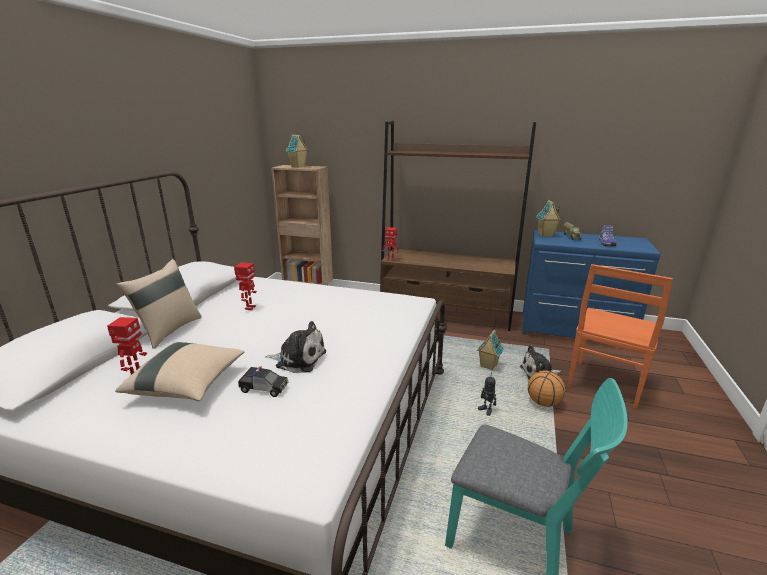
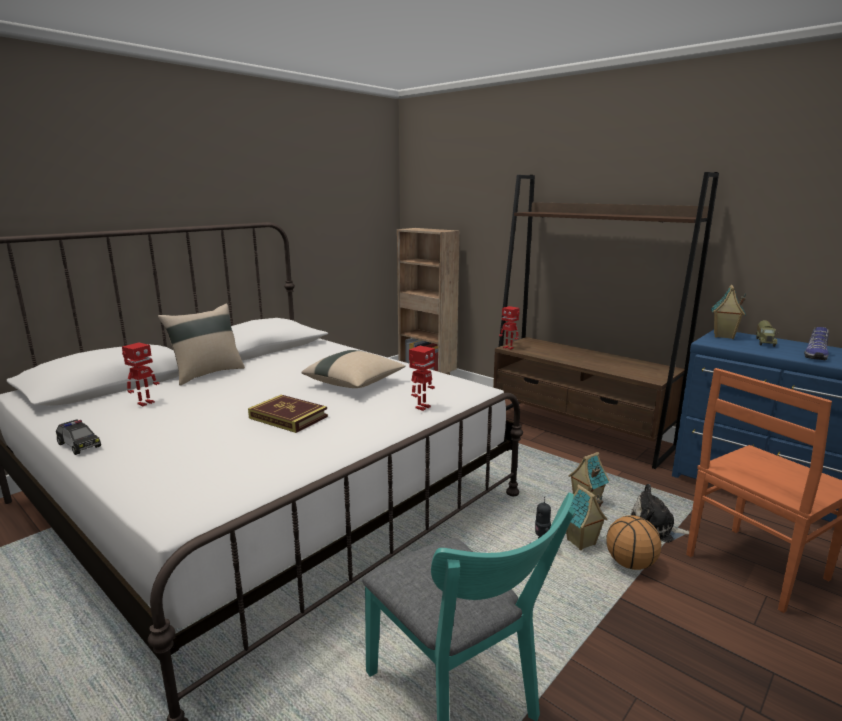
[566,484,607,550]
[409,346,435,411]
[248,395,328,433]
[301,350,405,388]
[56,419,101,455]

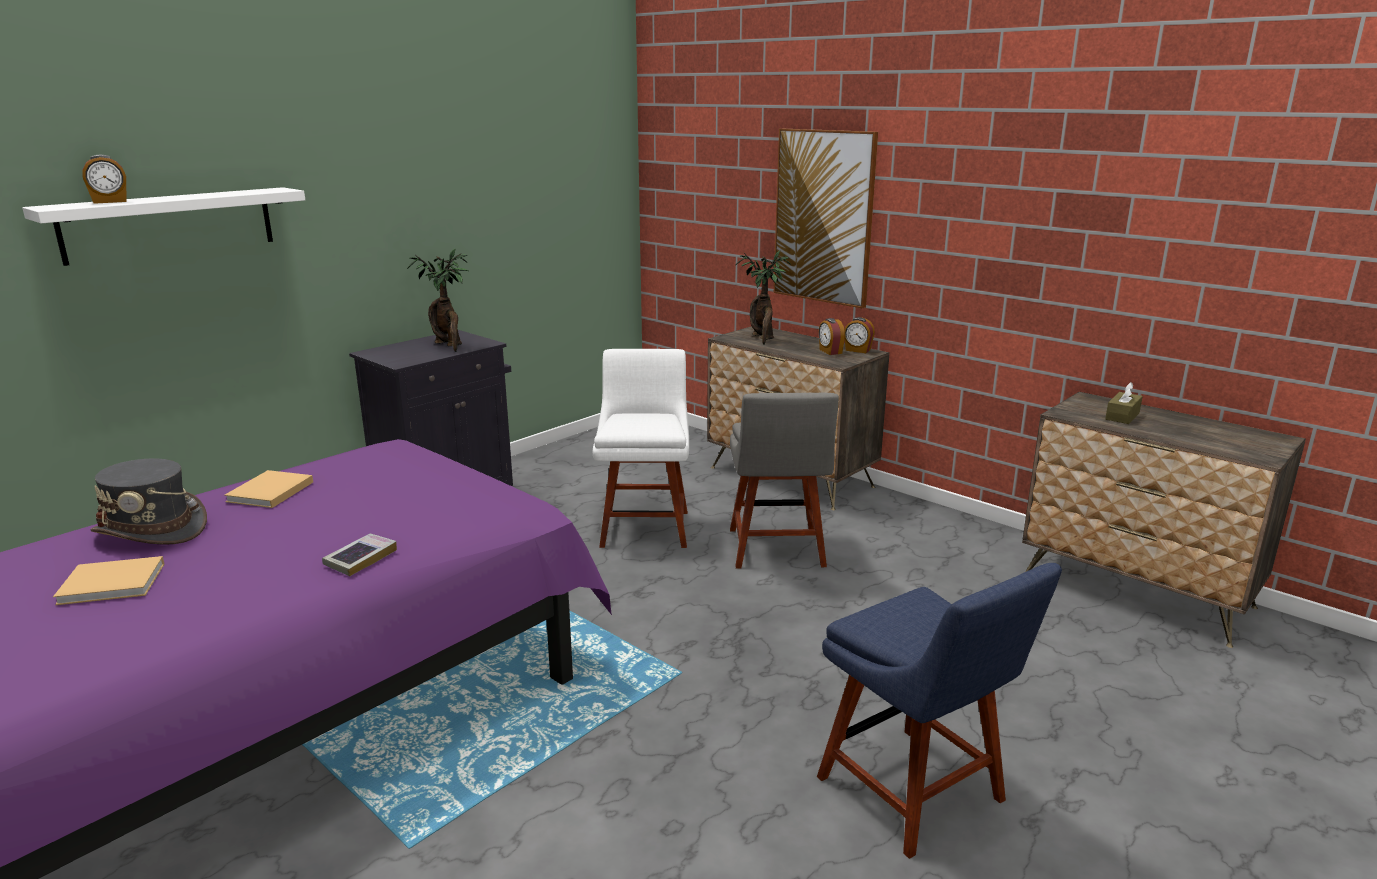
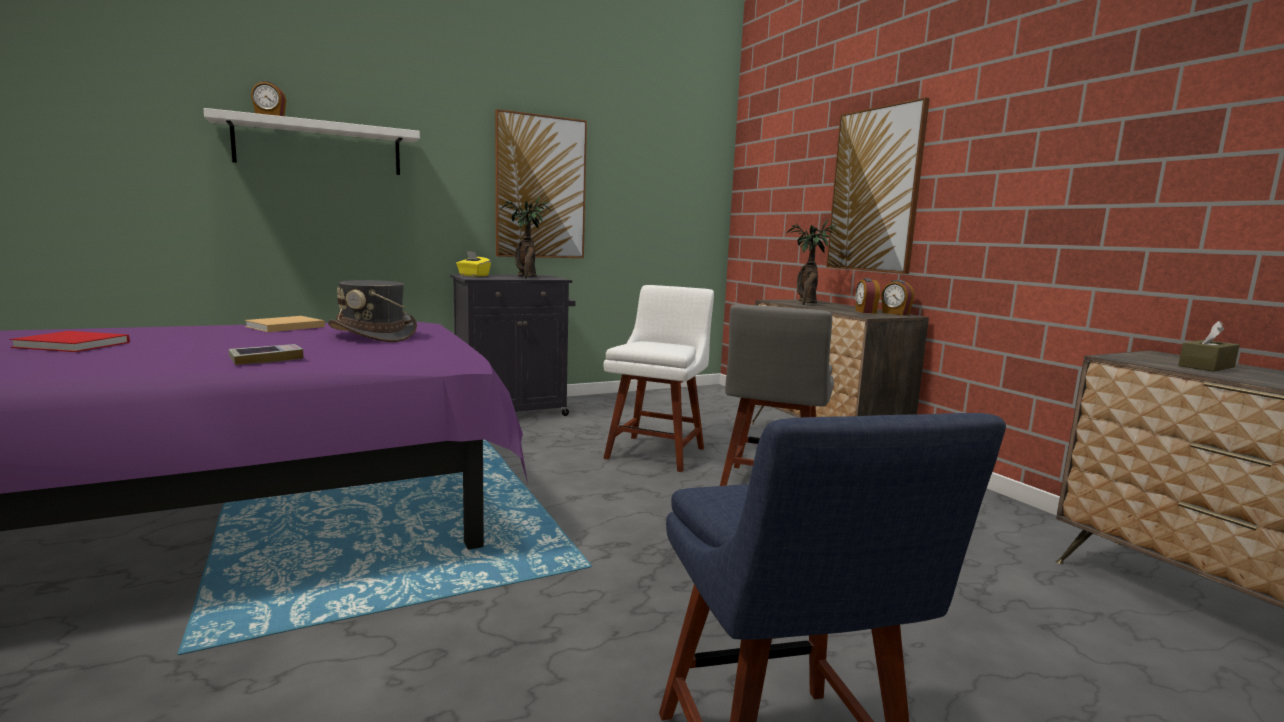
[328,280,417,342]
[10,331,130,352]
[495,109,587,258]
[456,251,491,277]

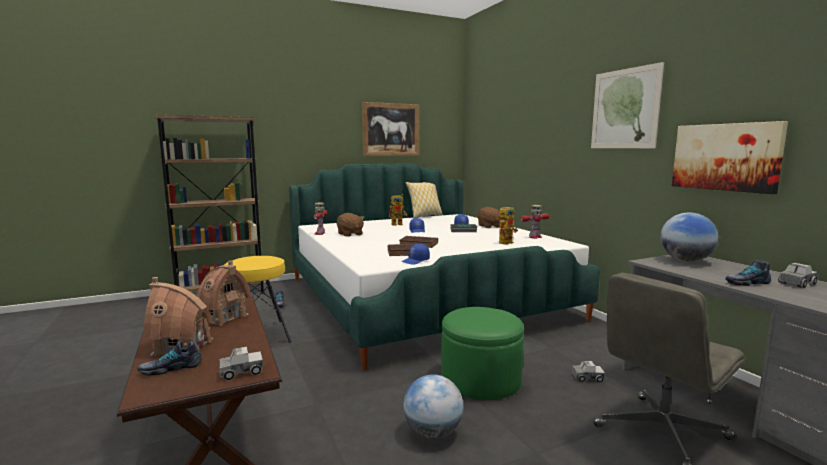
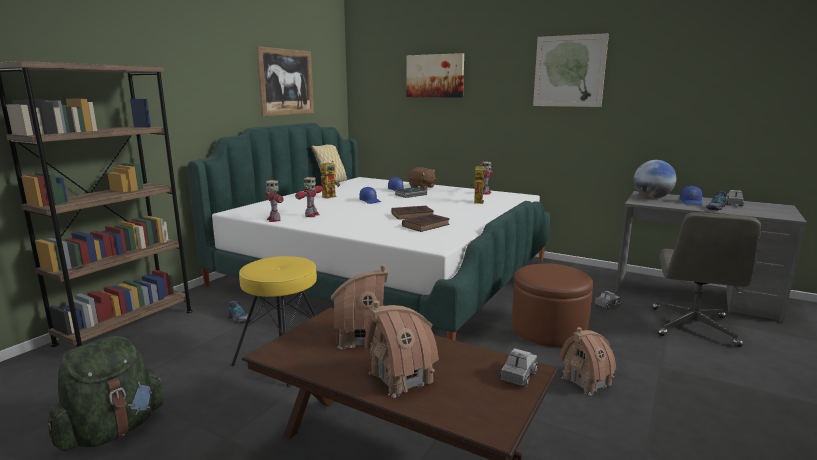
[406,53,464,98]
[295,177,323,217]
[680,186,703,205]
[512,264,593,347]
[137,341,202,376] (first image)
[558,327,616,396]
[48,336,164,451]

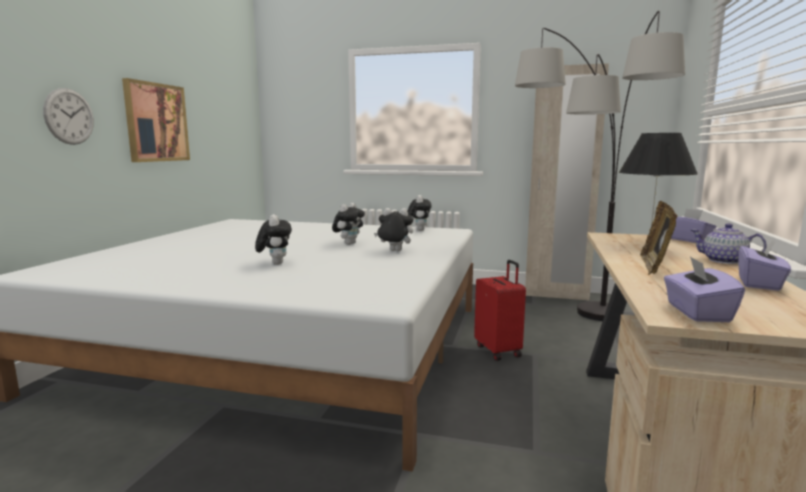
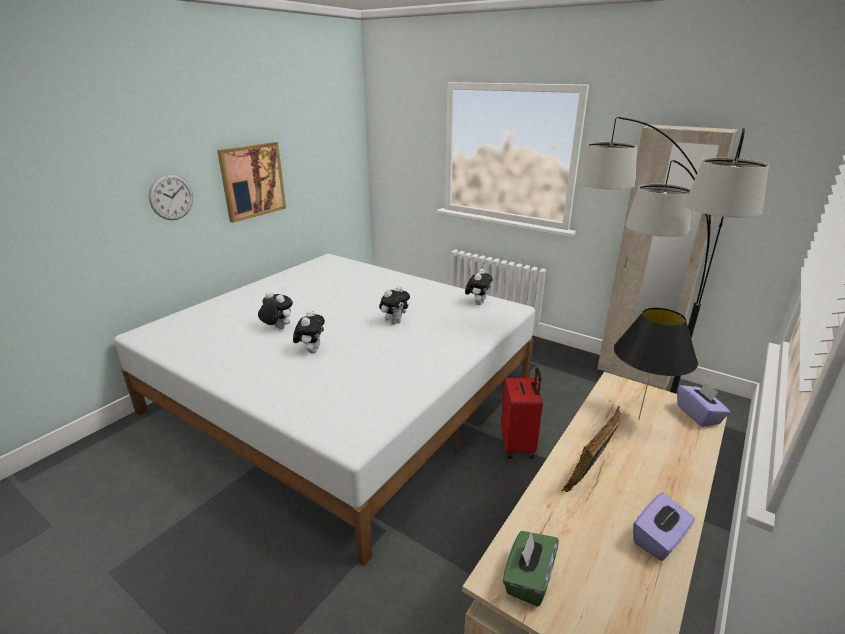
[258,292,293,329]
[691,223,767,264] (first image)
[503,531,559,606]

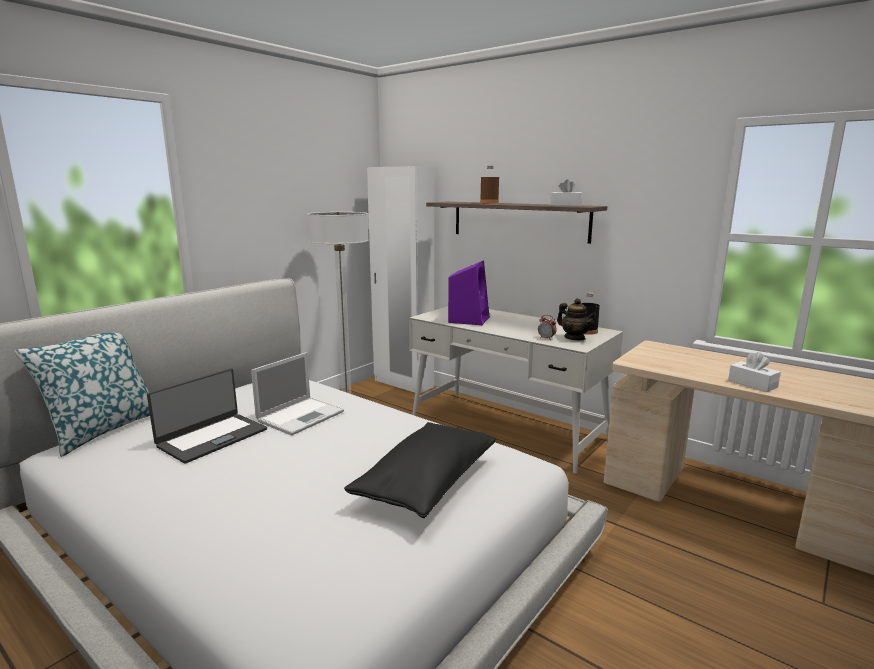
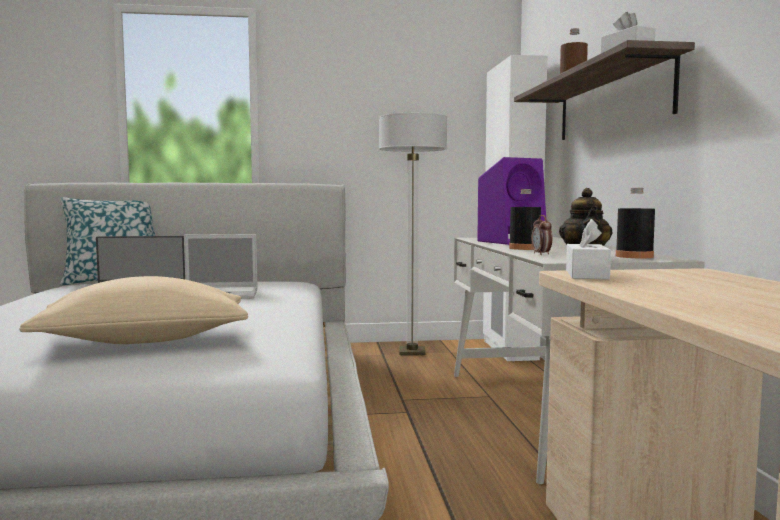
[566,219,611,280]
[19,276,248,344]
[509,189,541,250]

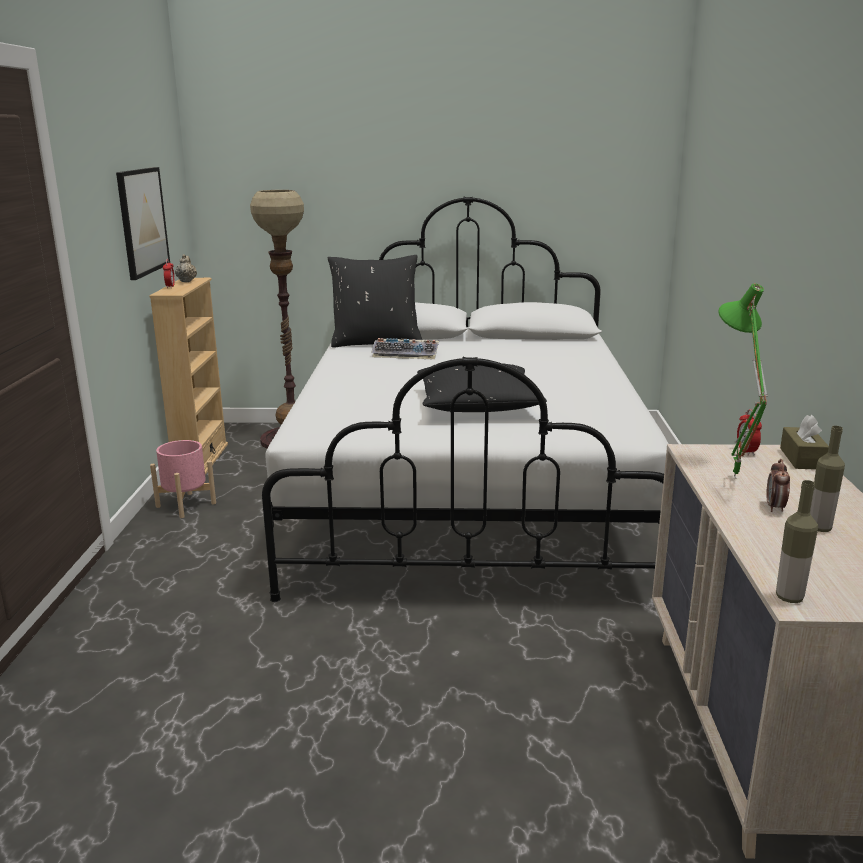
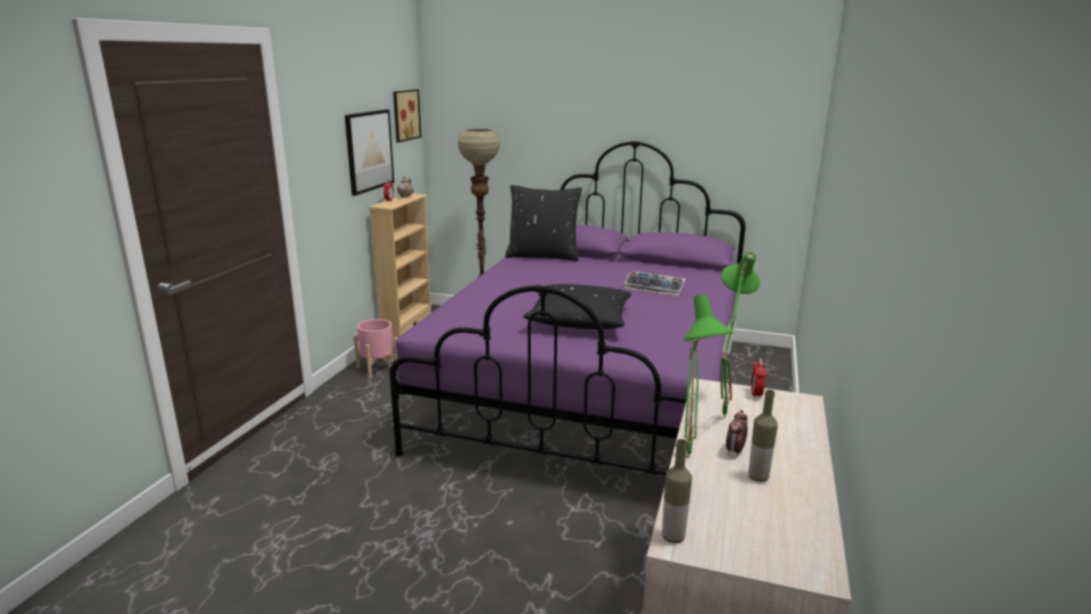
[390,141,746,476]
[624,271,686,296]
[780,415,829,470] (first image)
[393,89,422,143]
[684,294,733,458]

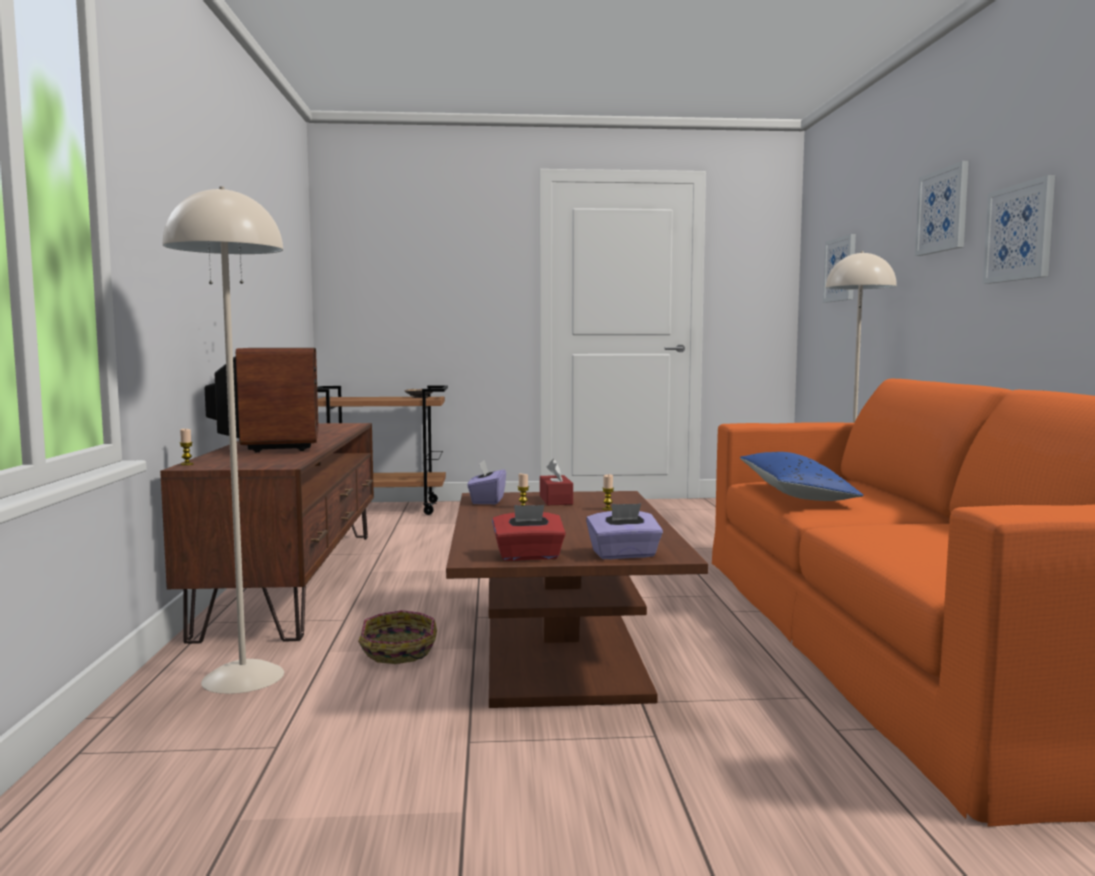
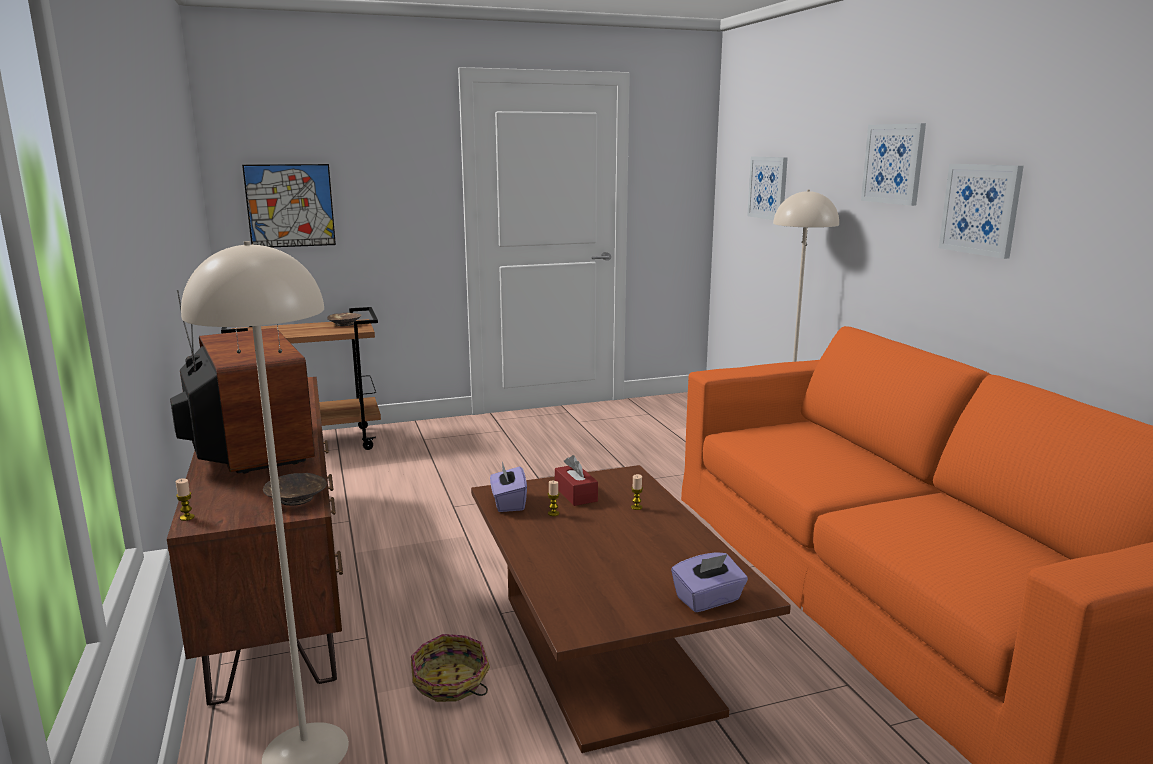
[740,452,863,501] (first image)
[492,505,566,561] (first image)
[242,164,336,247]
[263,473,327,506]

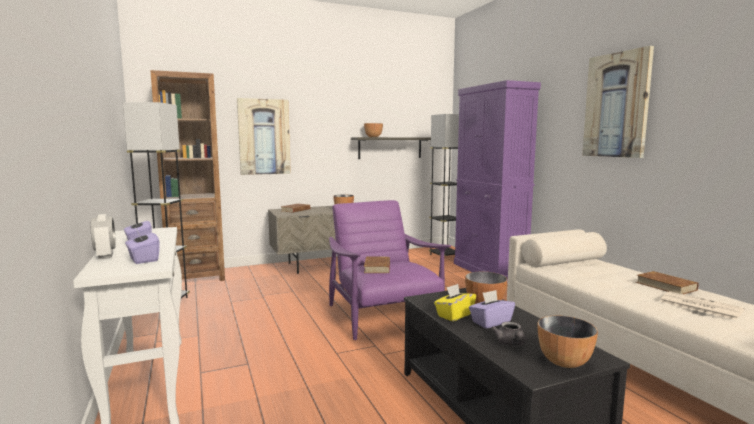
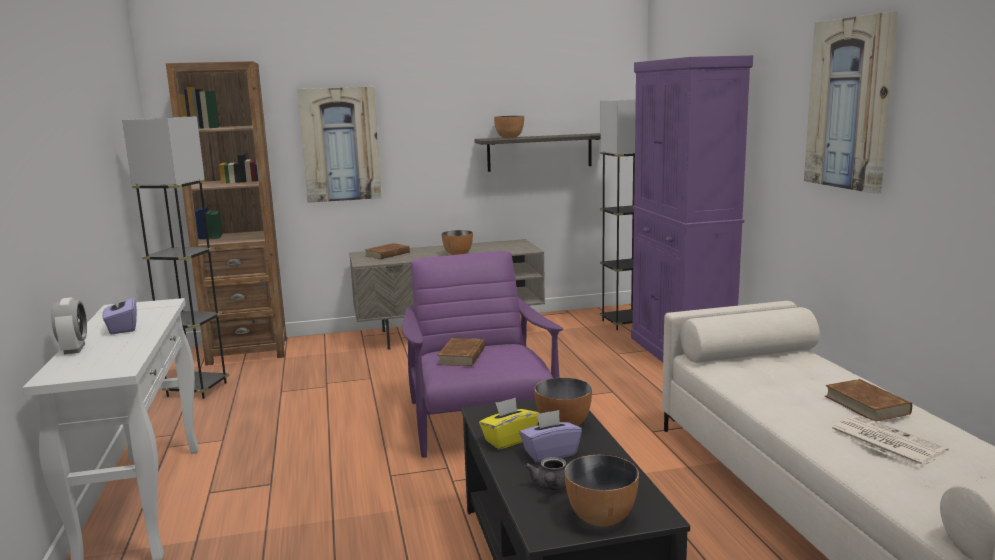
[125,227,160,264] (first image)

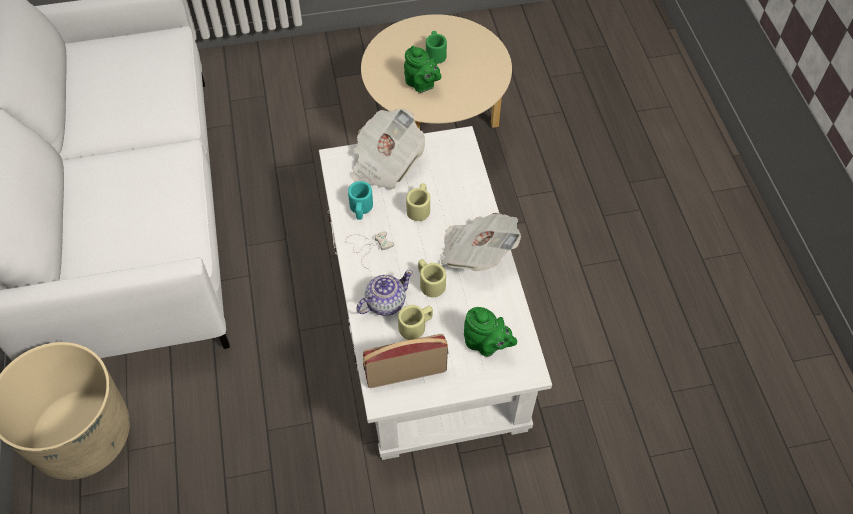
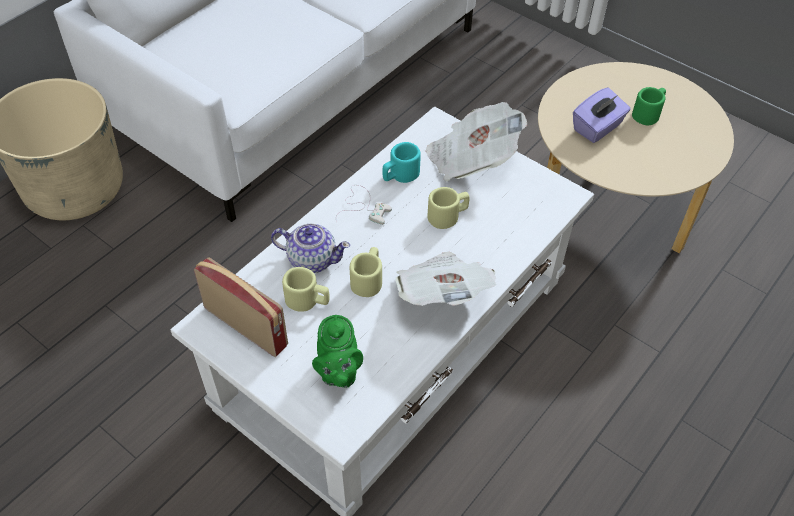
[573,88,631,143]

